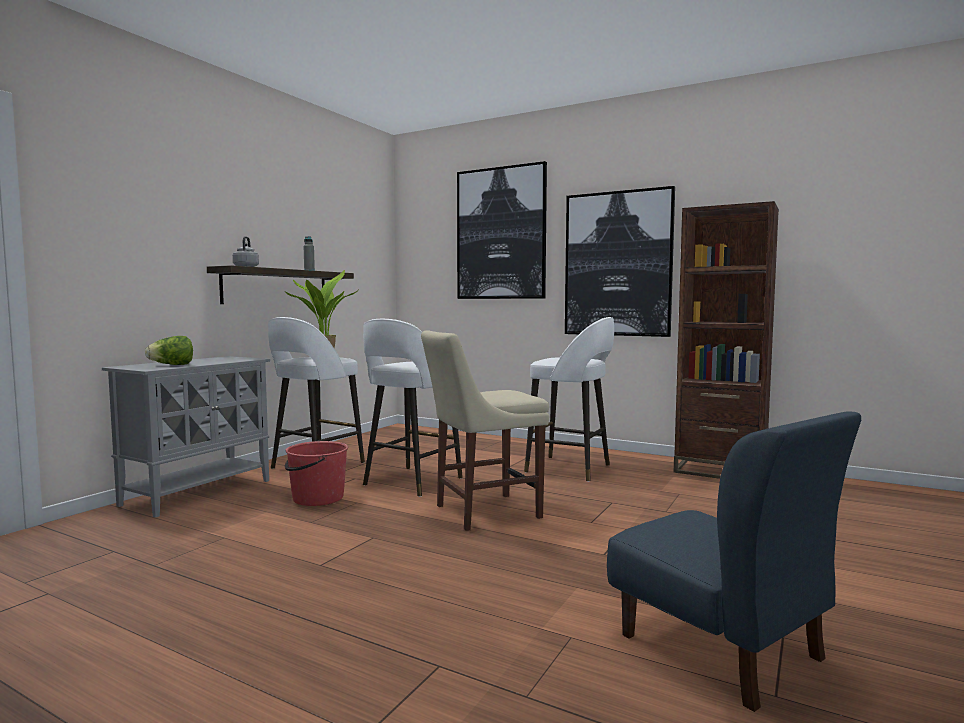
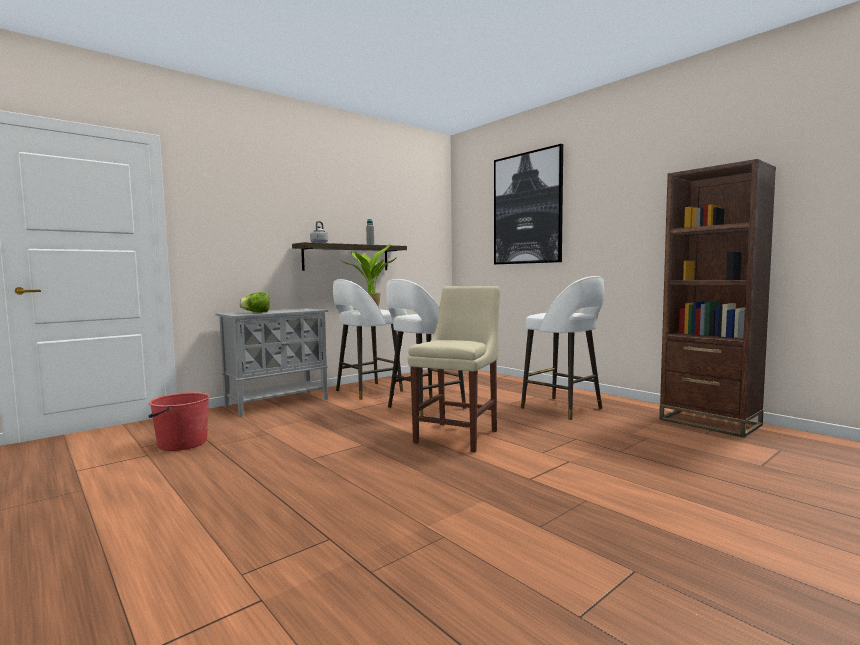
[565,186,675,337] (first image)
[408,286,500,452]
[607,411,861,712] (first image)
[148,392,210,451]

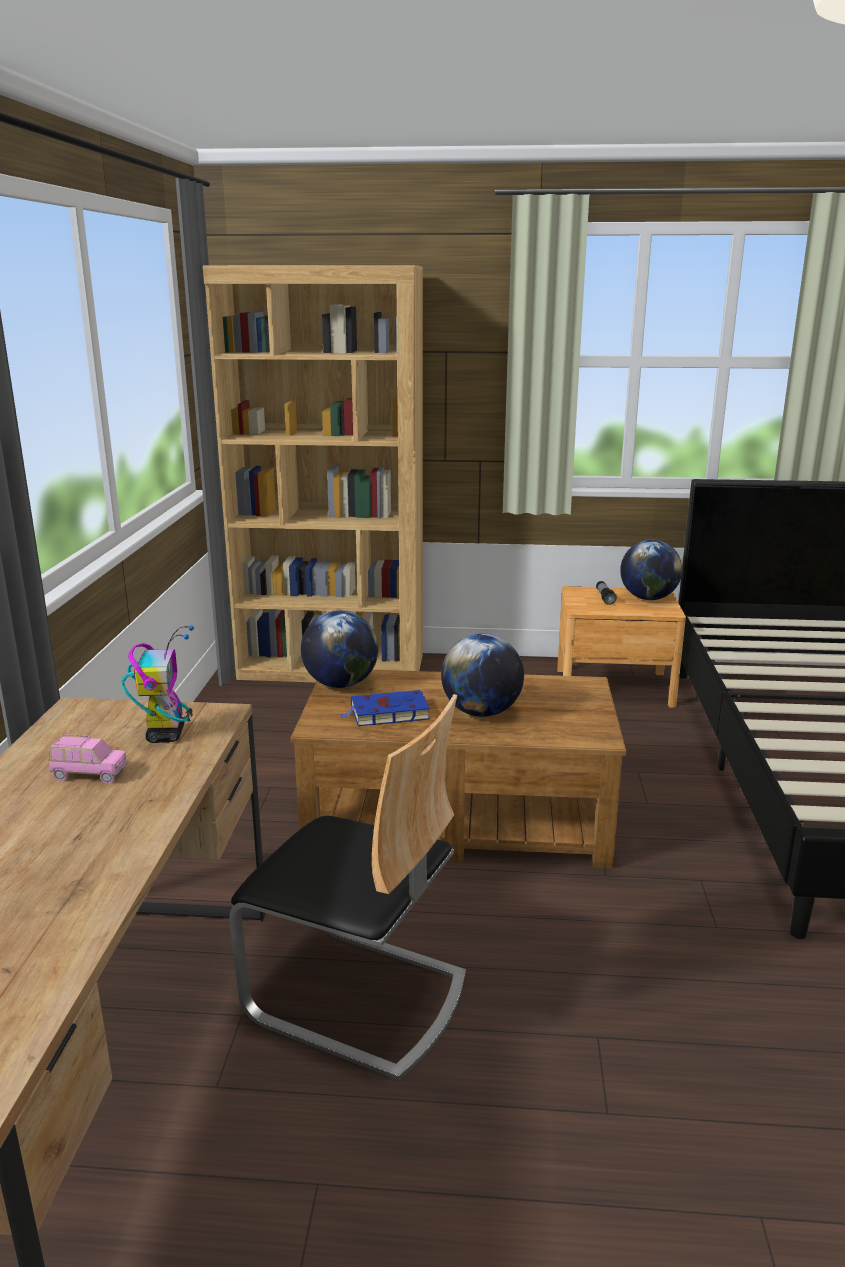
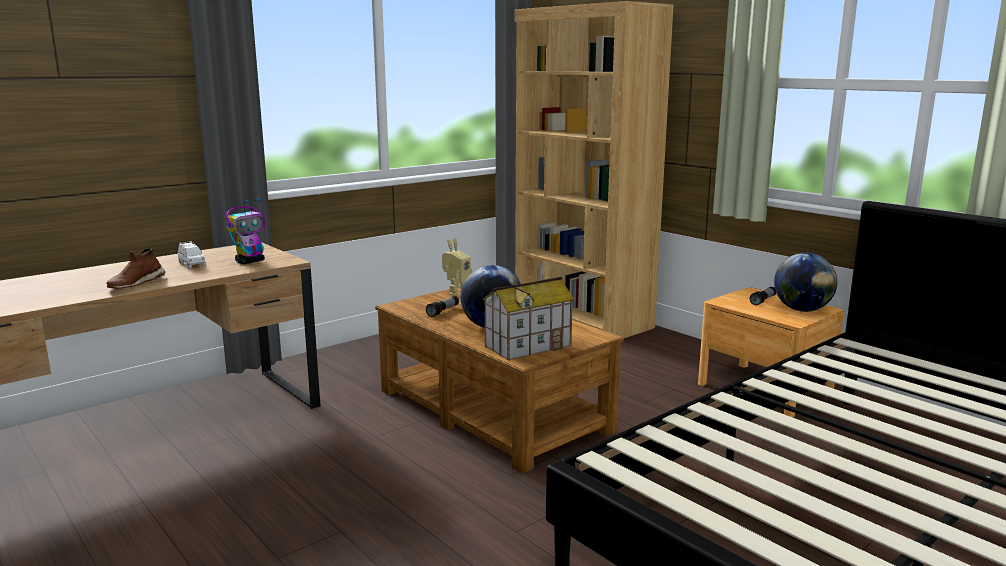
[442,238,472,297]
[426,296,459,317]
[229,694,466,1081] (first image)
[178,241,206,269]
[107,248,165,289]
[483,277,575,360]

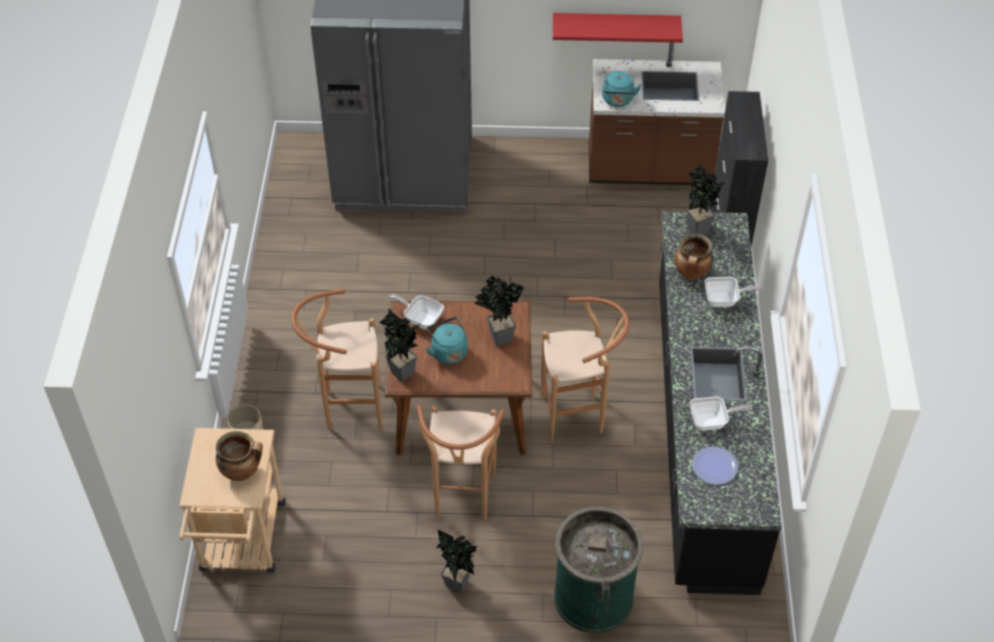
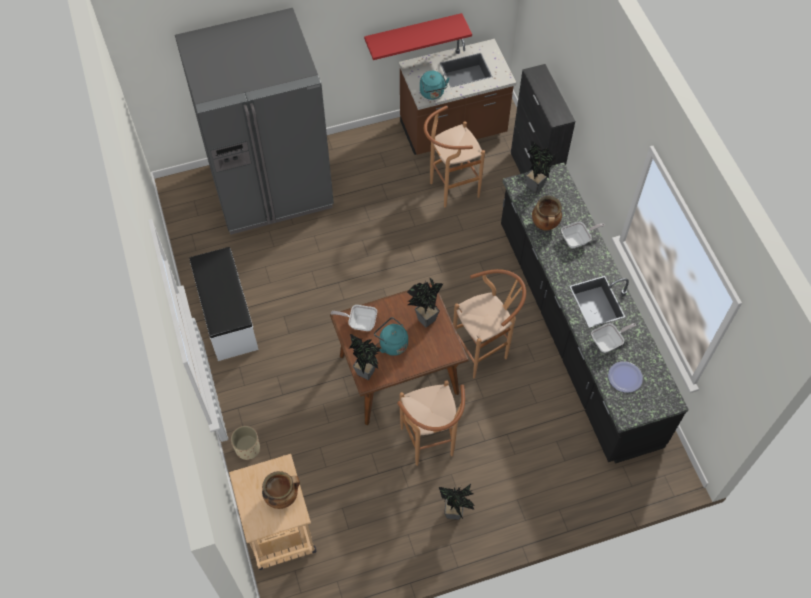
[424,106,485,208]
[554,507,643,633] (first image)
[189,247,259,361]

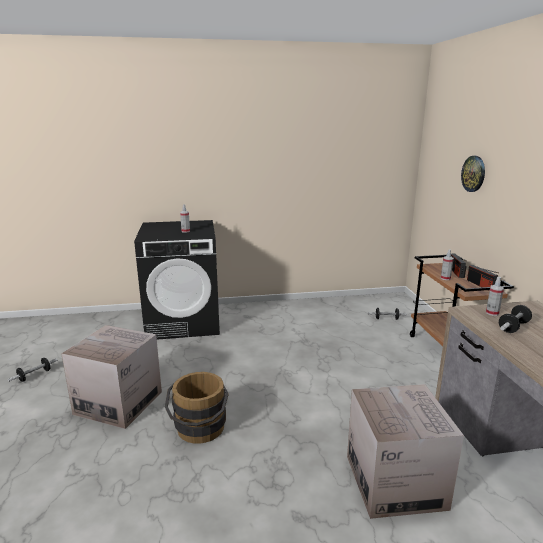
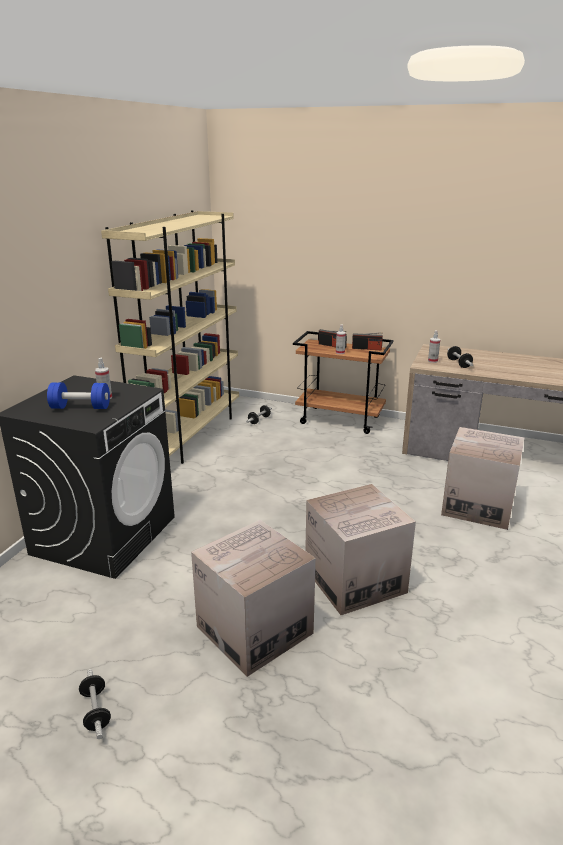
[461,156,485,192] (first image)
[305,484,416,615]
[101,210,239,464]
[47,382,110,409]

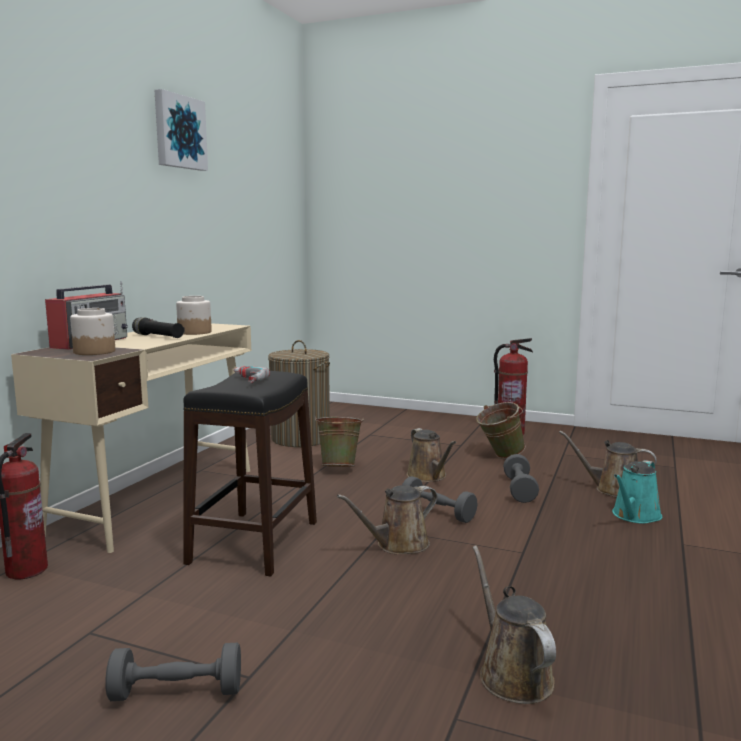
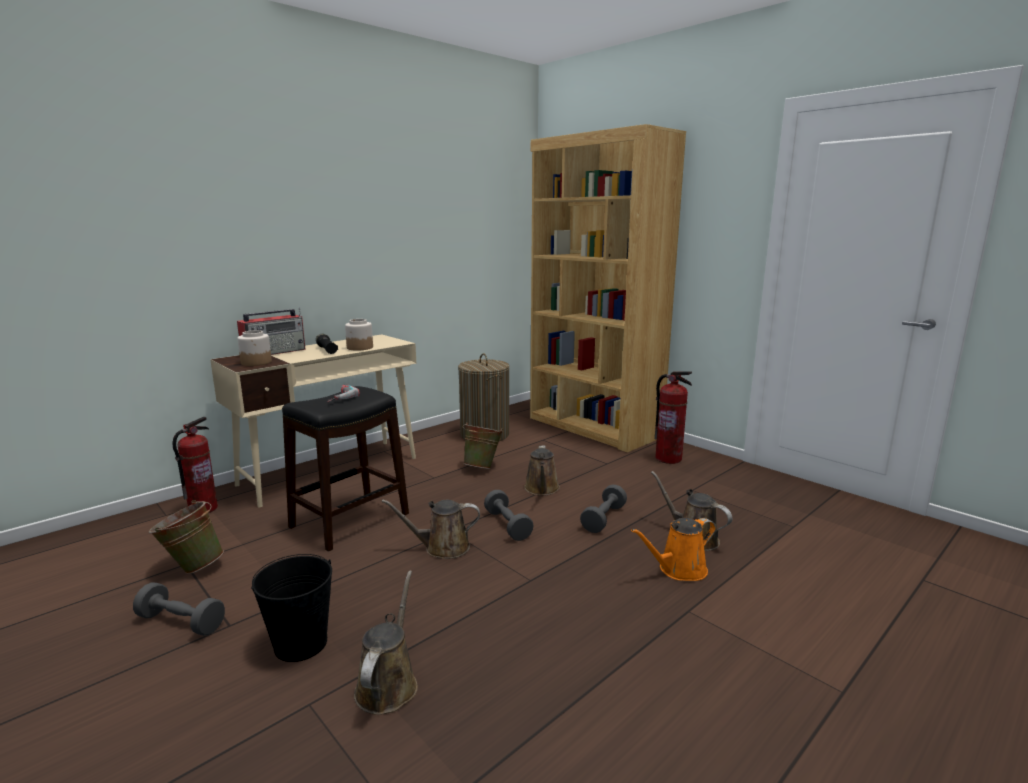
[155,89,208,171] (first image)
[149,500,224,574]
[631,518,716,581]
[530,124,686,453]
[251,554,332,662]

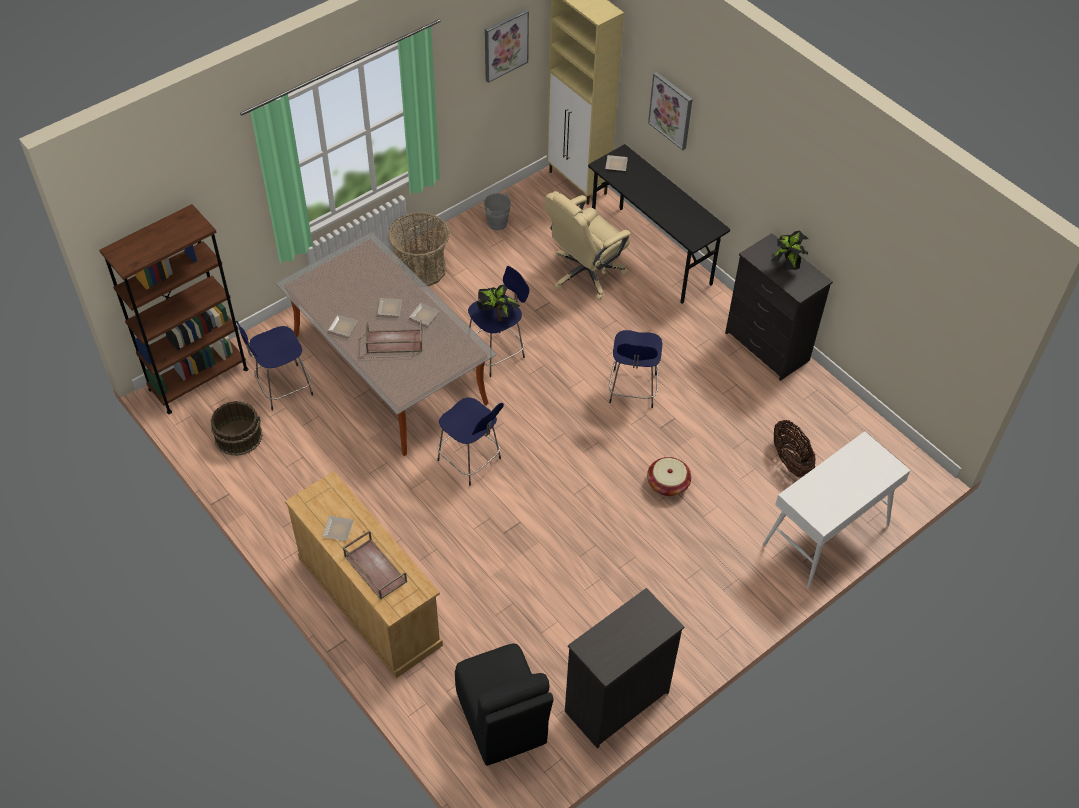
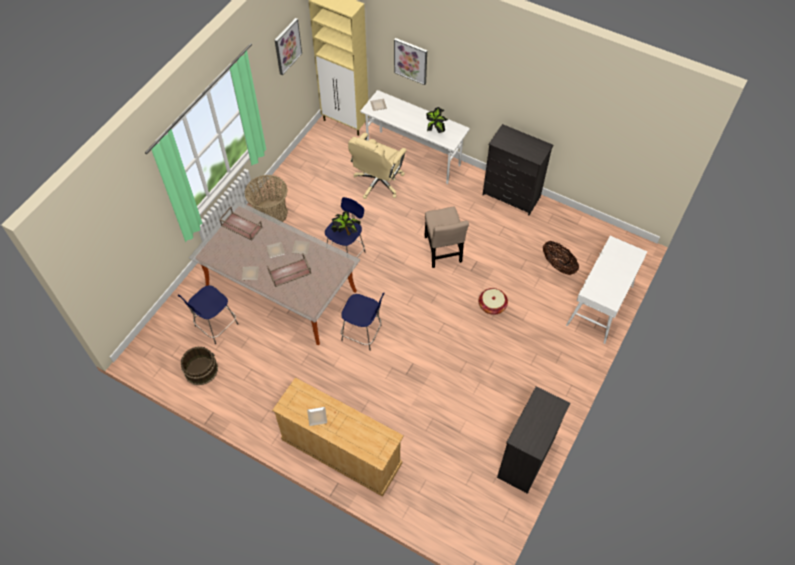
[360,90,470,184]
[481,192,511,230] (first image)
[99,204,248,414] (first image)
[427,107,448,133]
[424,207,469,268]
[219,206,262,241]
[455,643,554,766] (first image)

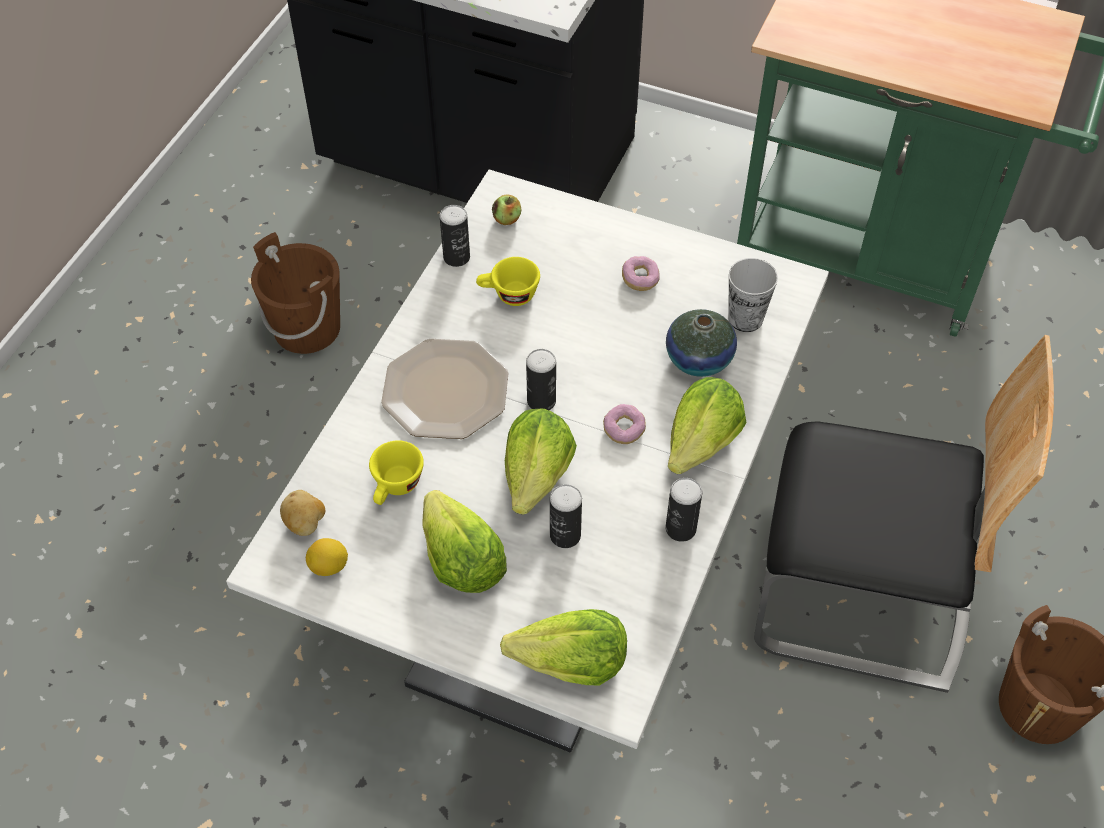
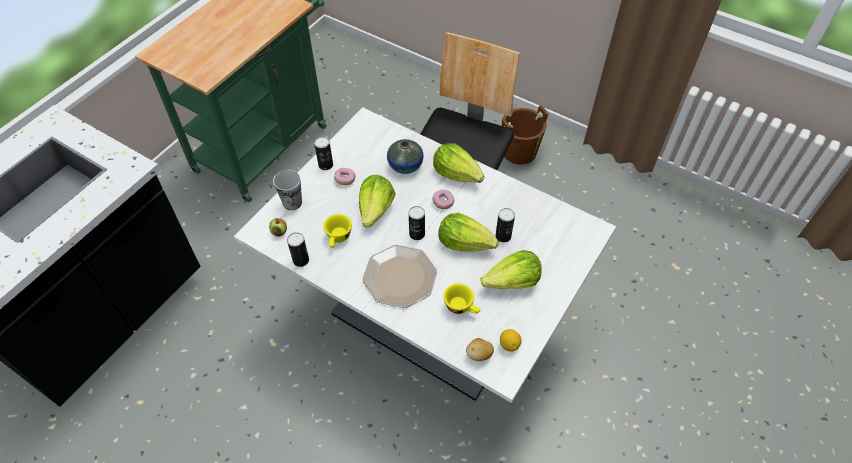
[251,232,340,354] (first image)
[273,170,302,210]
[314,137,333,170]
[359,175,396,228]

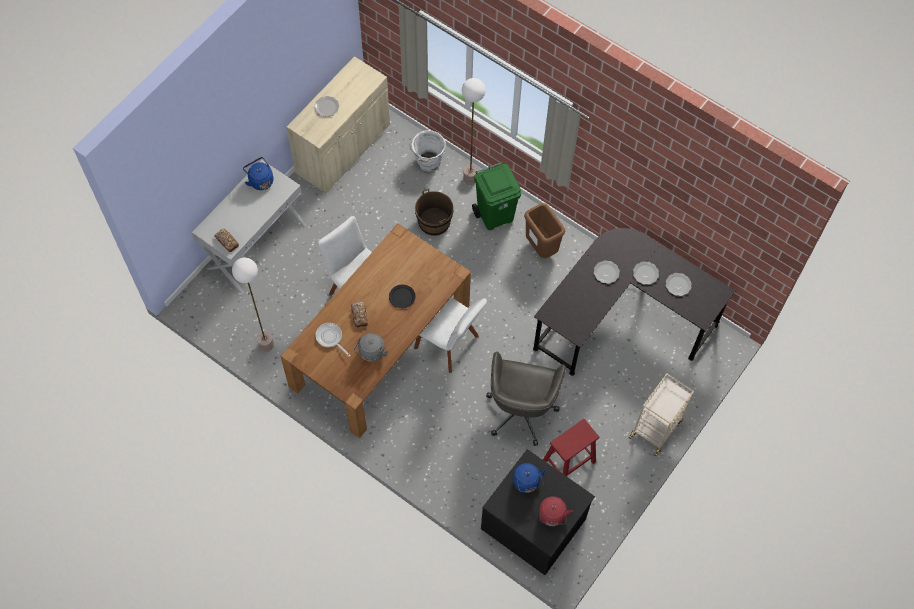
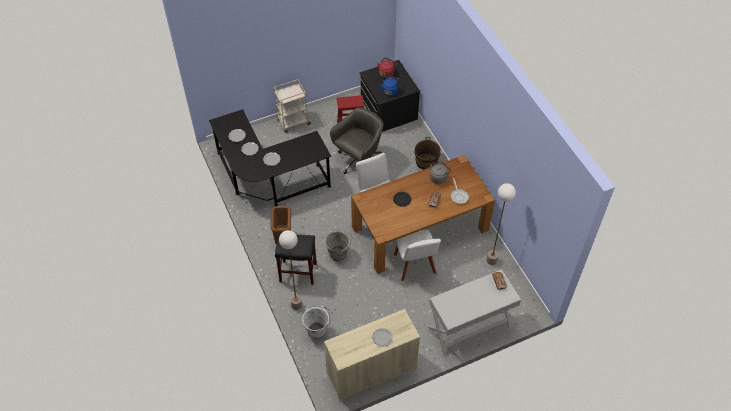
[243,157,274,190] (first image)
[275,233,317,285]
[415,137,441,170]
[325,230,353,261]

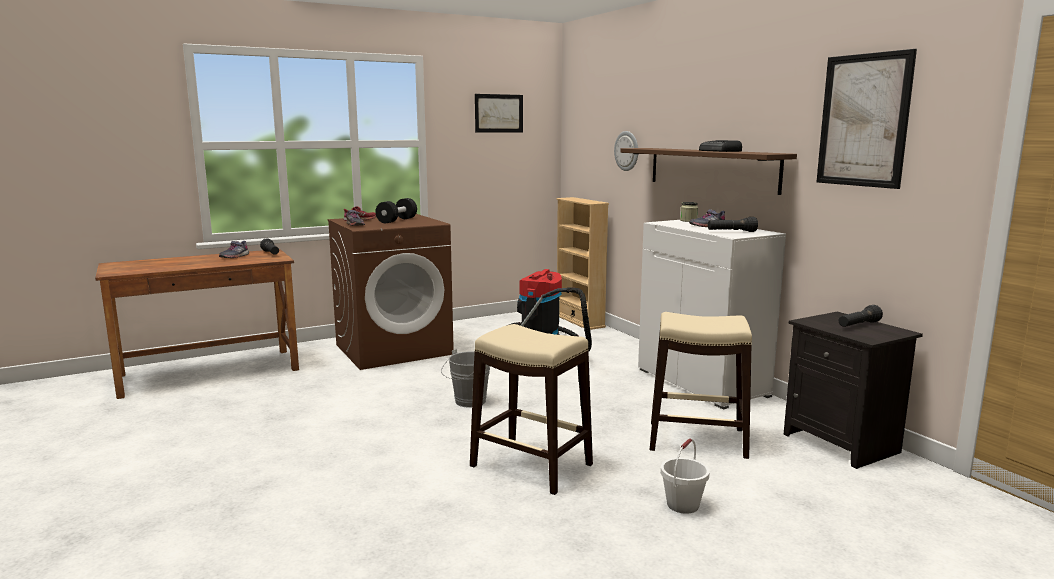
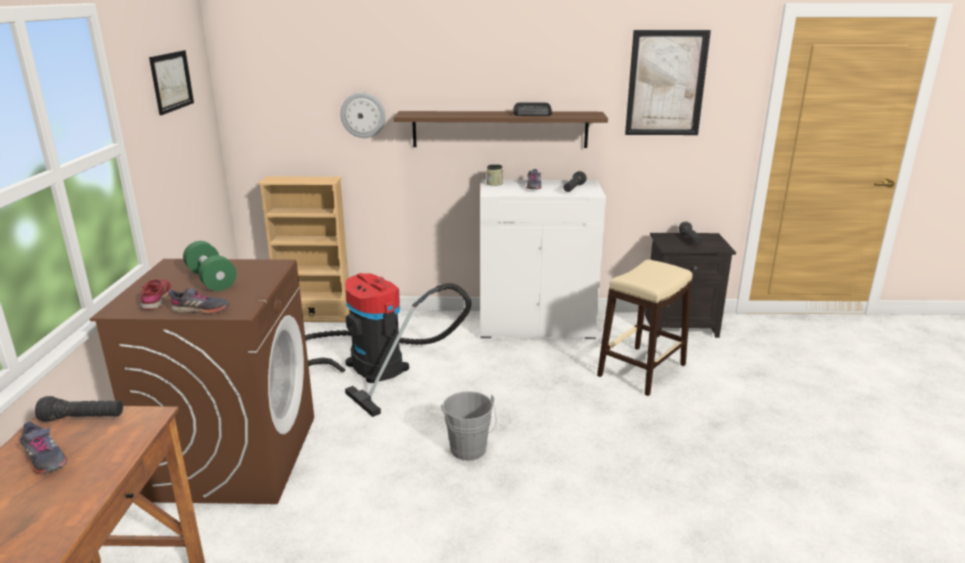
[183,241,237,291]
[470,324,593,495] (first image)
[661,439,710,514] (first image)

